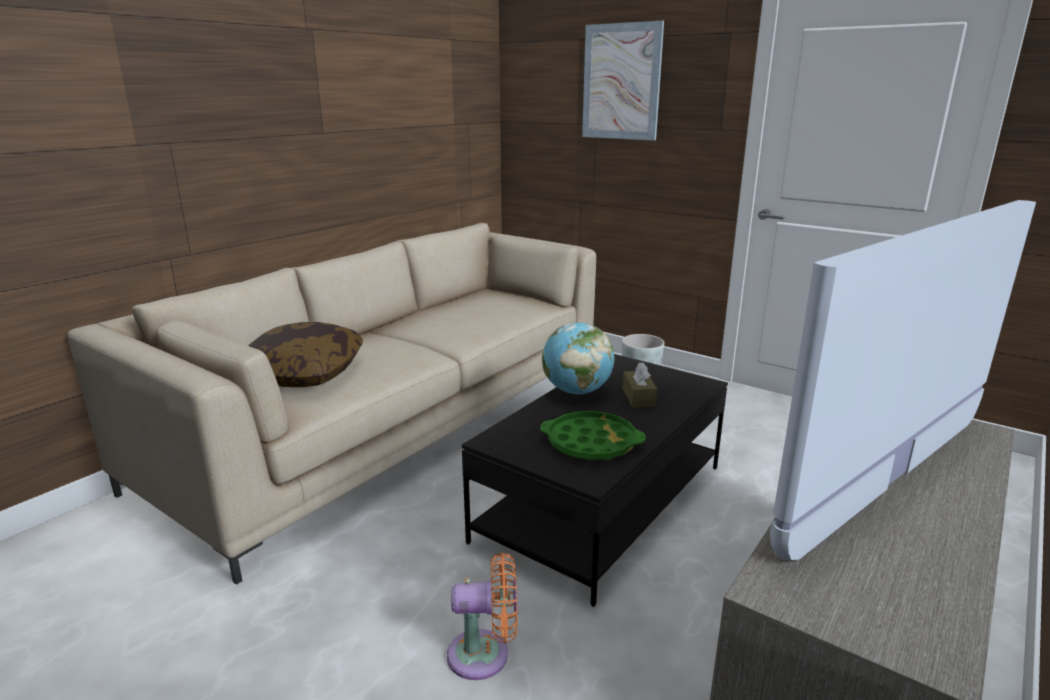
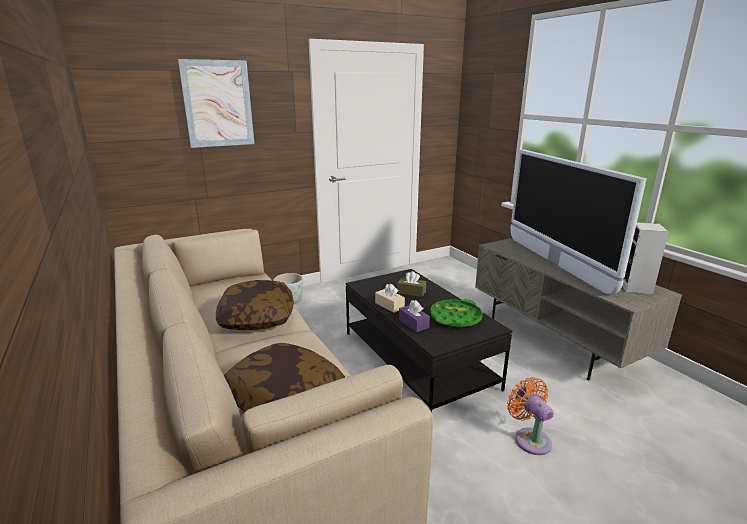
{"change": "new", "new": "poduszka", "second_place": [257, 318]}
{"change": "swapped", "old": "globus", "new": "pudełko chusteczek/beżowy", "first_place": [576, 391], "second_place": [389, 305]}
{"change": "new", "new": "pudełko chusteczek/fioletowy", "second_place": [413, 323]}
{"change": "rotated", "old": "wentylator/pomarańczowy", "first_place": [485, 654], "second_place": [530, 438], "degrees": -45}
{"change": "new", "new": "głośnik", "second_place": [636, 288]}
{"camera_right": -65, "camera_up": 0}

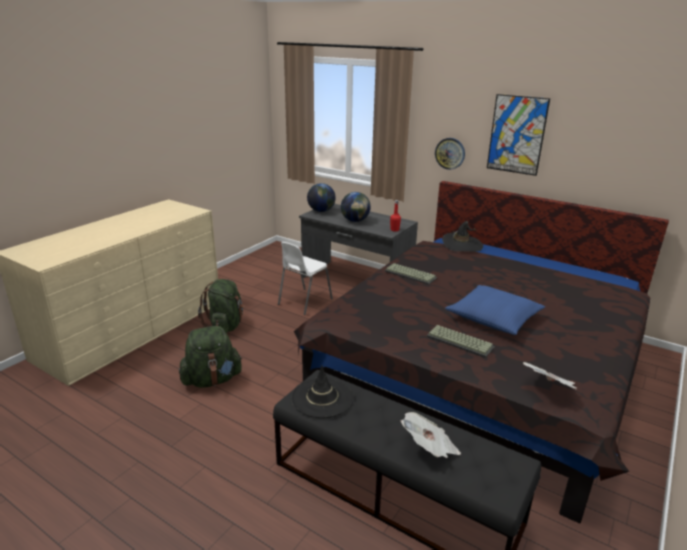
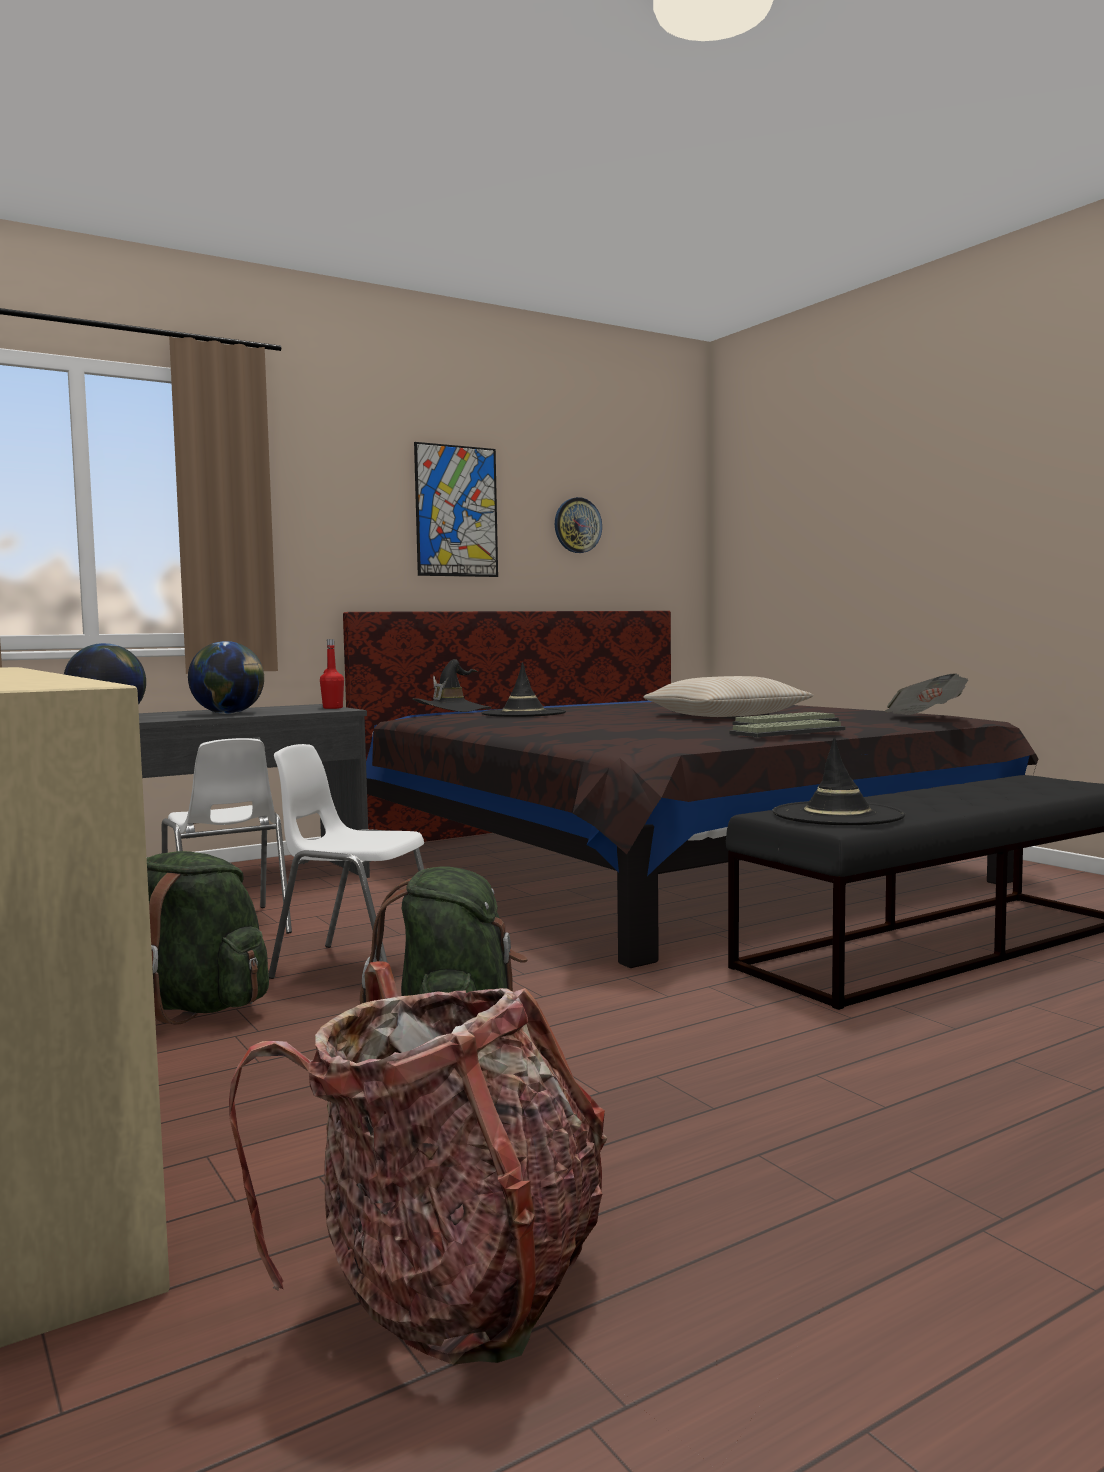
{"change": "new", "new": "plecak", "second_place": [452, 1289]}
{"change": "new", "new": "krzesło/biały", "second_place": [357, 967]}
{"change": "new", "new": "kapelusz/czarny", "second_place": [523, 714]}
{"change": "shifted", "old": "zegar ścienny", "first_place": [450, 153], "second_place": [577, 525]}
{"change": "repainted", "old": "poduszka/niebieski", "new": "poduszka/beżowy", "first_place": [493, 318], "second_place": [725, 715]}
{"change": "shifted", "old": "klawiatura", "first_place": [411, 274], "second_place": [787, 731]}
{"change": "gone", "old": "gazeta", "first_place": [429, 448]}
{"camera_right": -65, "camera_up": -20}

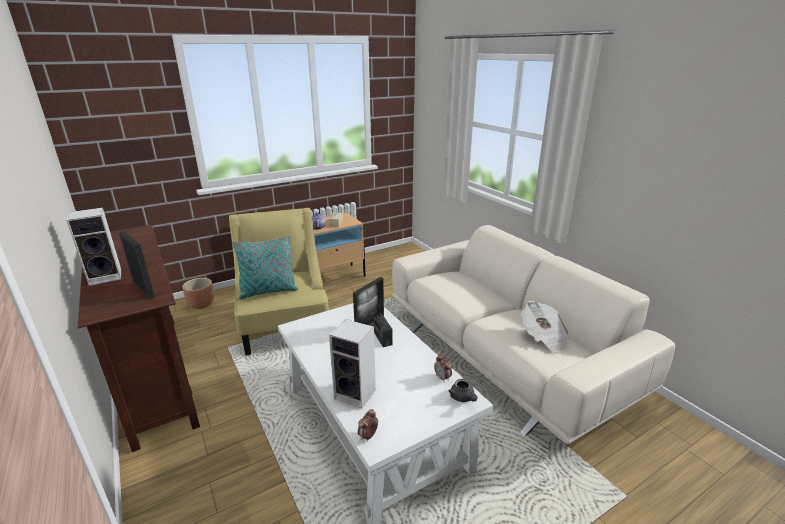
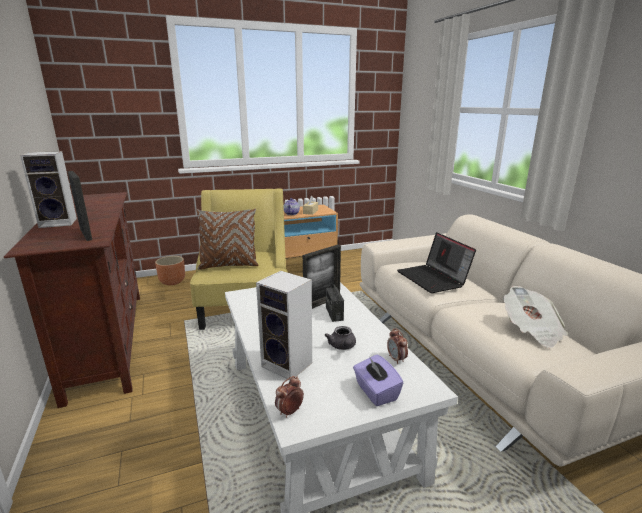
{"change": "repainted", "old": "poduszka/turkusowy", "new": "poduszka/brązowy", "first_place": [268, 291], "second_place": [229, 265]}
{"change": "shifted", "old": "imbryk/szary", "first_place": [463, 398], "second_place": [342, 347]}
{"change": "new", "new": "pudełko chusteczek/fioletowy", "second_place": [375, 392]}
{"change": "new", "new": "laptop", "second_place": [433, 279]}
{"camera_right": 10, "camera_up": -5}

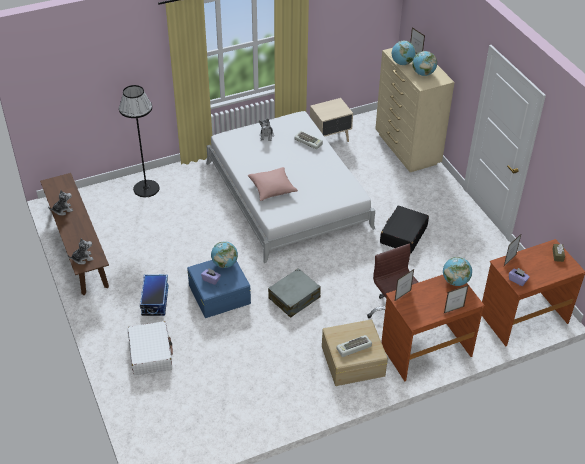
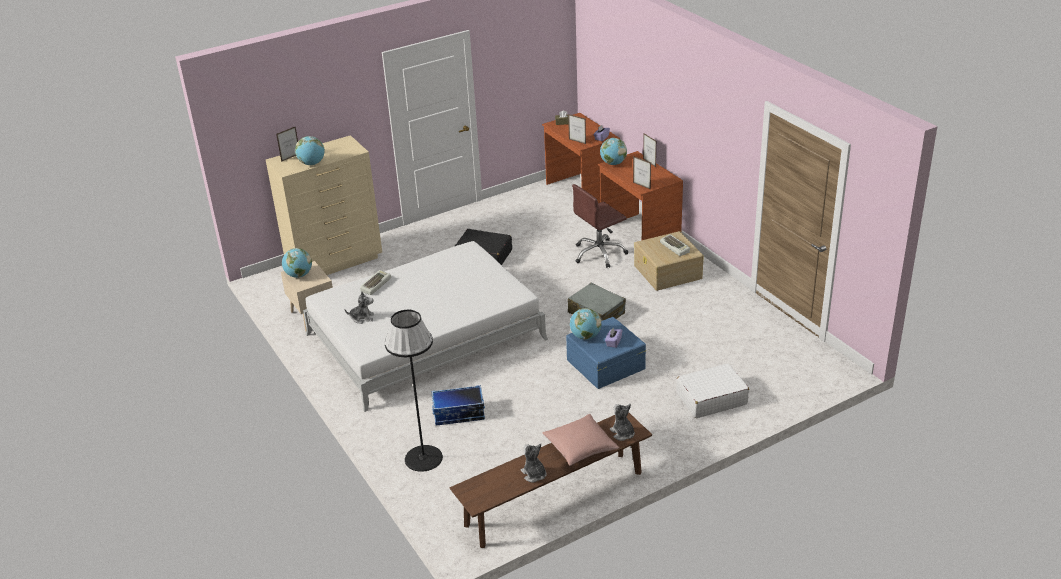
{"change": "shifted", "old": "globus", "first_place": [423, 73], "second_place": [299, 275]}
{"change": "shifted", "old": "pojemnik do przechowywania", "first_place": [154, 301], "second_place": [458, 414]}
{"change": "shifted", "old": "poduszka/różowy", "first_place": [272, 188], "second_place": [580, 447]}
{"camera_right": -95, "camera_up": -10}

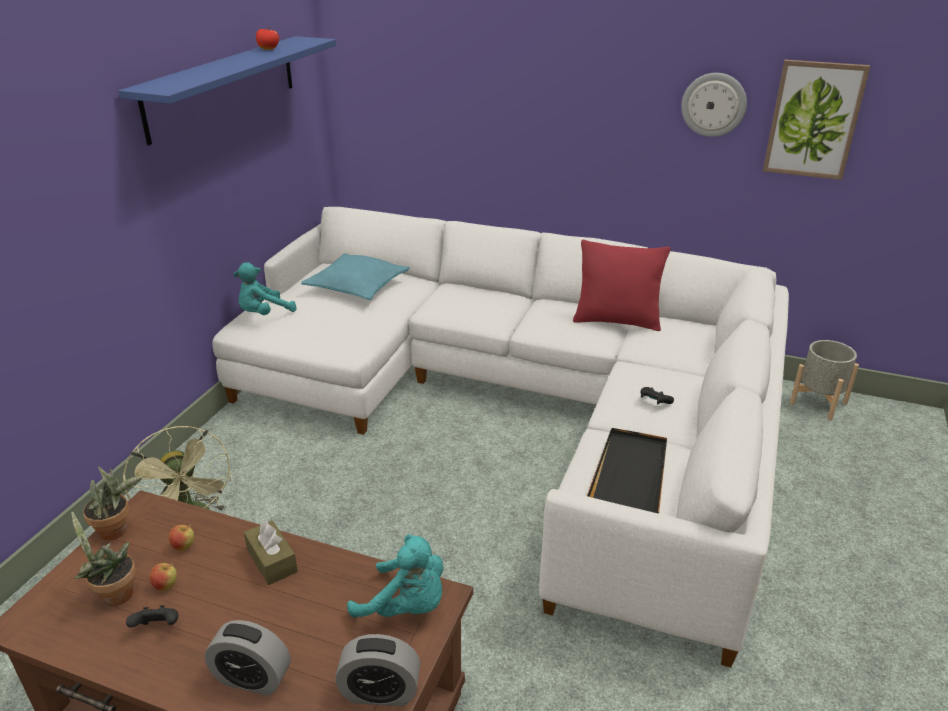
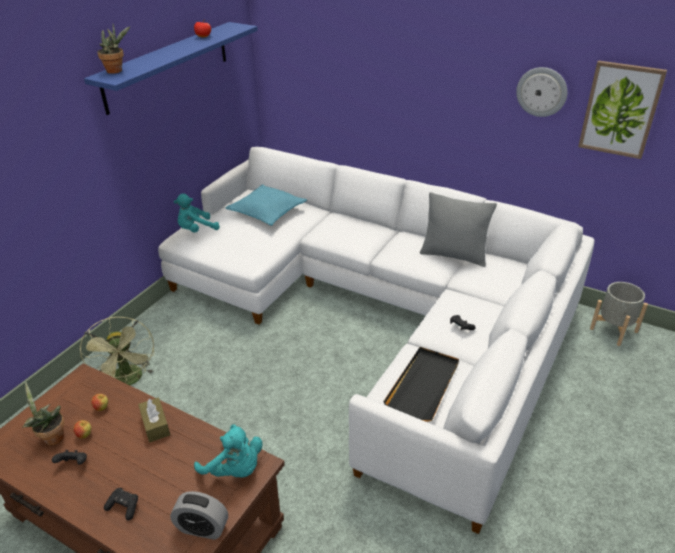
{"change": "shifted", "old": "roślina doniczkowa", "first_place": [117, 530], "second_place": [117, 71]}
{"change": "swapped", "old": "budzik", "new": "pad do gier/czarny", "first_place": [252, 678], "second_place": [124, 507]}
{"change": "repainted", "old": "poduszka/czerwony", "new": "poduszka/szary", "first_place": [616, 321], "second_place": [454, 255]}
{"camera_right": 10, "camera_up": 5}

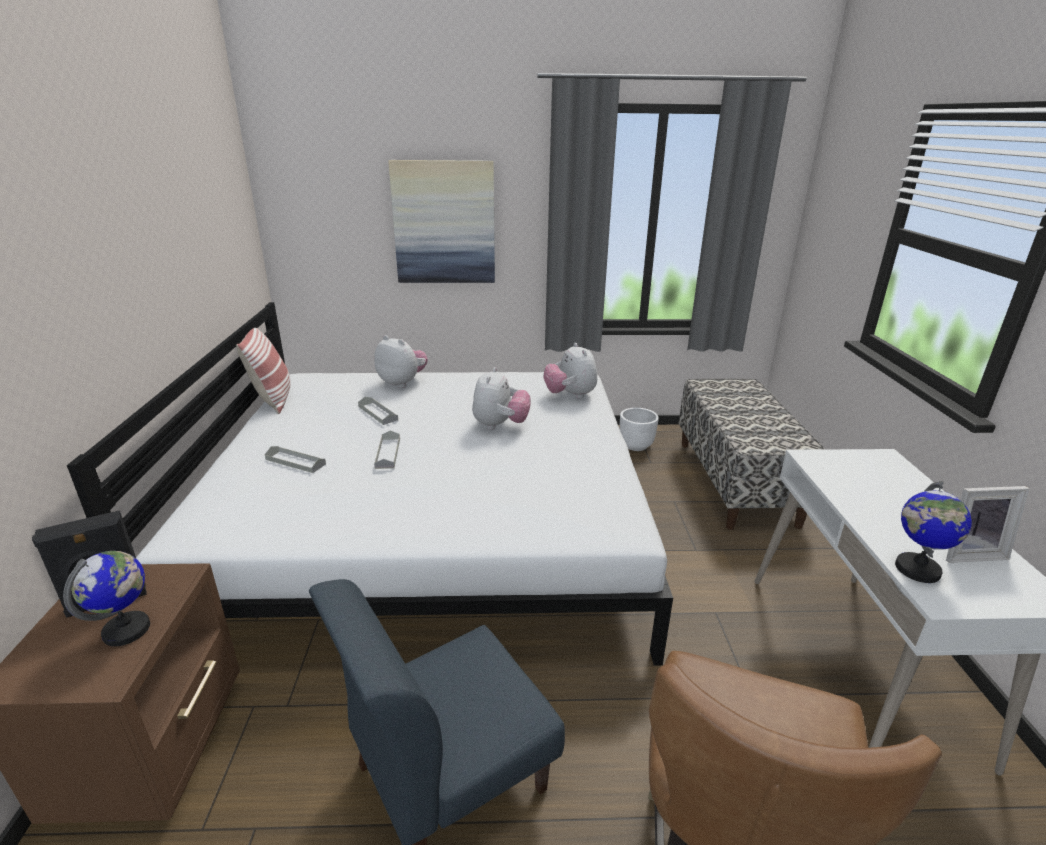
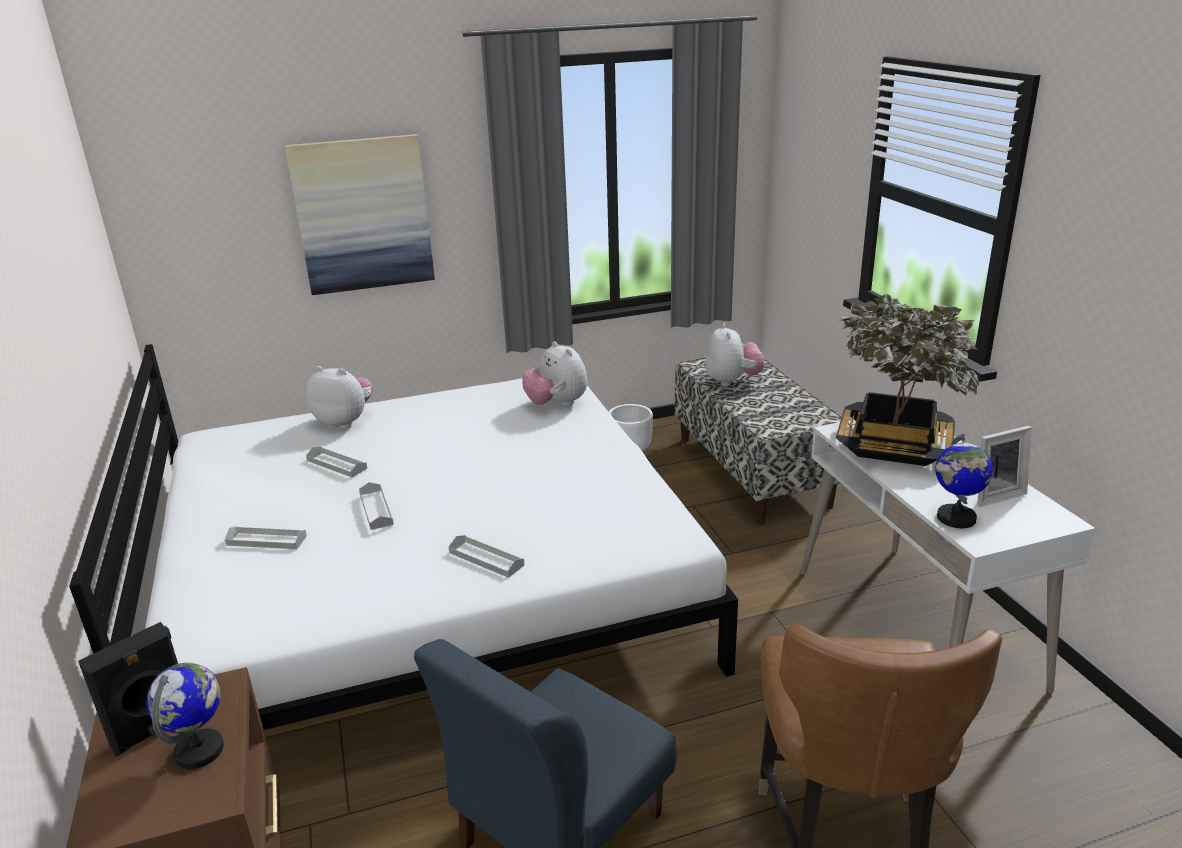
{"change": "new", "new": "taca/szary", "second_place": [486, 559]}
{"change": "shifted", "old": "pluszak", "first_place": [500, 425], "second_place": [732, 381]}
{"change": "new", "new": "roślina doniczkowa", "second_place": [893, 446]}
{"change": "gone", "old": "poduszka", "first_place": [273, 399]}
{"camera_right": -15, "camera_up": 0}

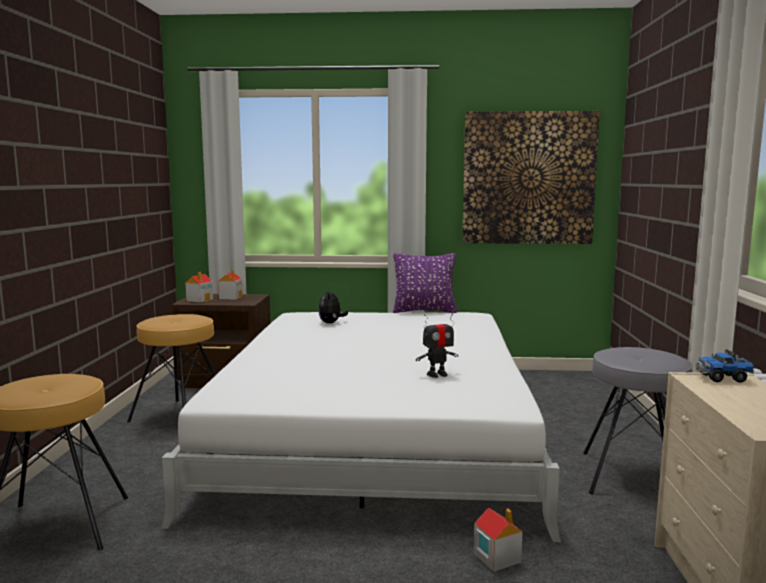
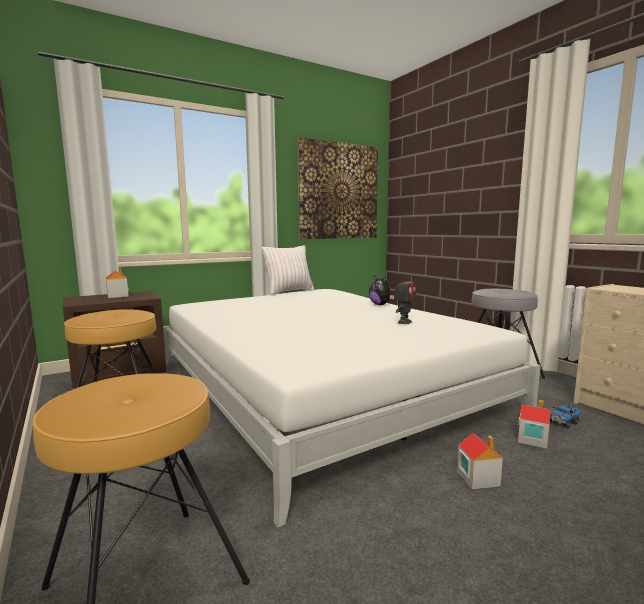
{"change": "repainted", "old": "poduszka/fioletowy", "new": "poduszka/biały", "first_place": [424, 311], "second_place": [289, 291]}
{"change": "shifted", "old": "pluszak", "first_place": [331, 323], "second_place": [380, 305]}
{"change": "shifted", "old": "domek", "first_place": [200, 300], "second_place": [477, 478]}
{"change": "shifted", "old": "ciężarówka zabawkowa", "first_place": [723, 378], "second_place": [563, 422]}
{"camera_right": -35, "camera_up": 0}

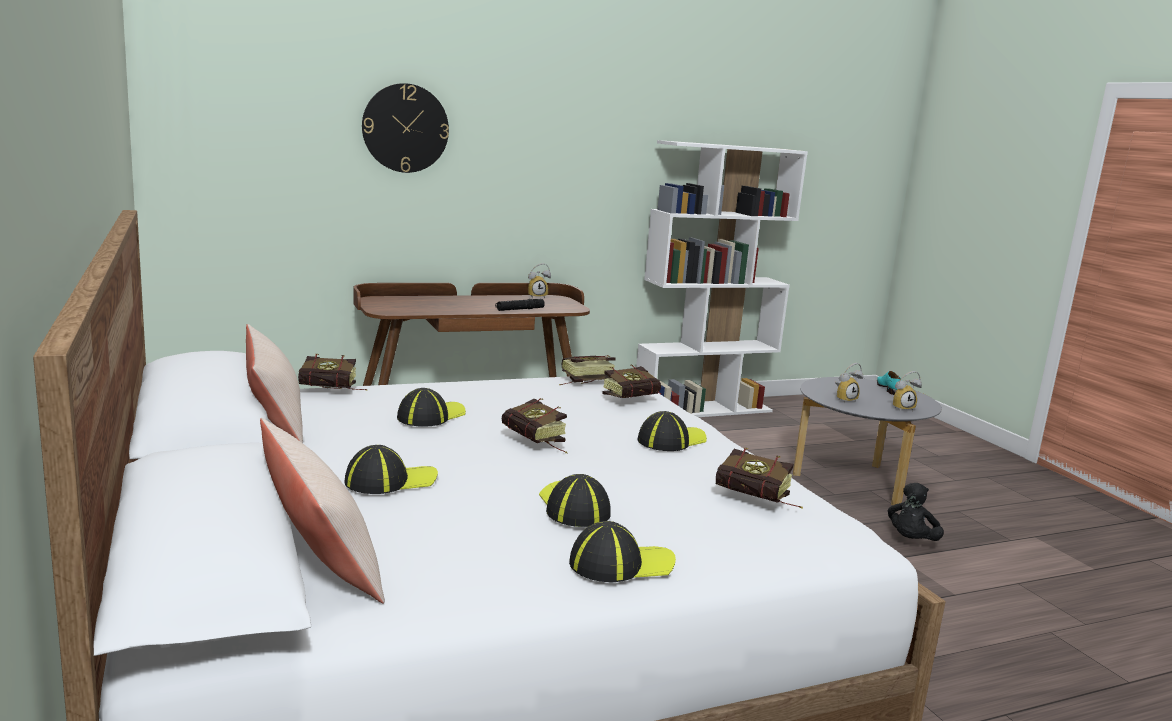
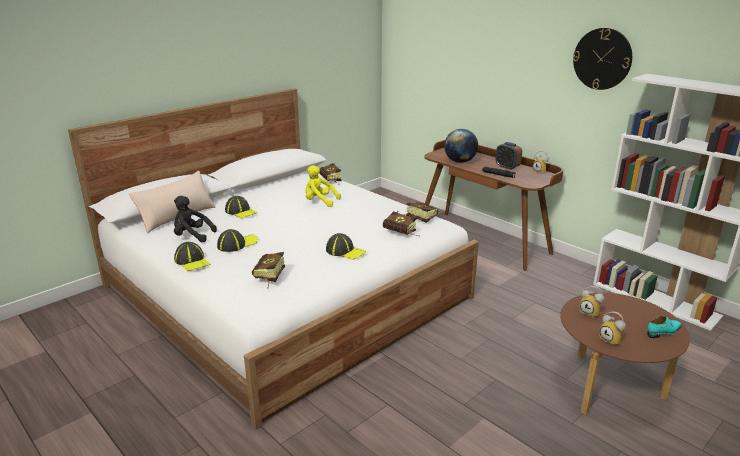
{"change": "shifted", "old": "pluszak/czarny", "first_place": [910, 541], "second_place": [192, 236]}
{"change": "swapped", "old": "czapka z daszkiem", "new": "pluszak/żółty", "first_place": [431, 416], "second_place": [319, 202]}
{"change": "new", "new": "globus", "second_place": [460, 161]}
{"change": "new", "new": "budzik", "second_place": [507, 167]}
{"change": "repainted", "old": "ława/szary", "new": "ława/brązowy", "first_place": [855, 481], "second_place": [609, 388]}
{"change": "shifted", "old": "zegar ścienny", "first_place": [405, 128], "second_place": [602, 59]}
{"change": "gone", "old": "poduszka/beżowy", "first_place": [273, 416]}
{"change": "gone", "old": "książka", "first_place": [537, 443]}
{"camera_right": 70, "camera_up": 10}

